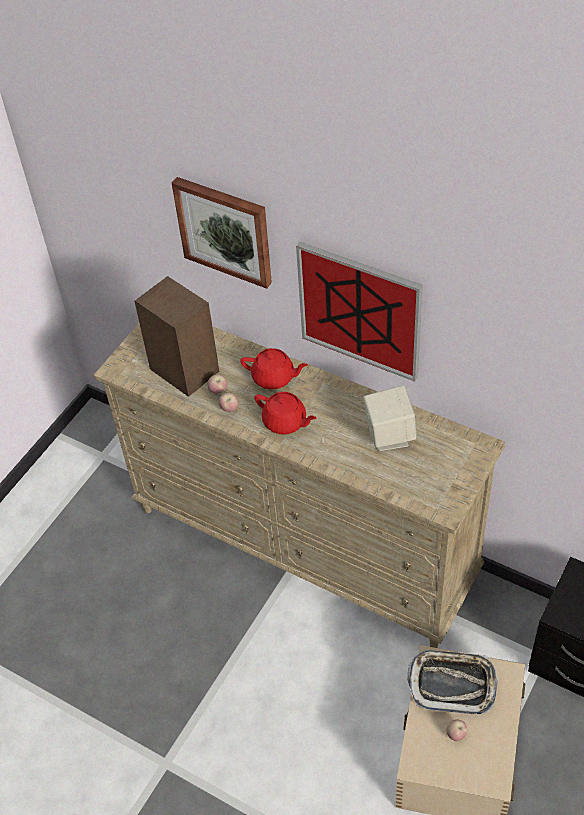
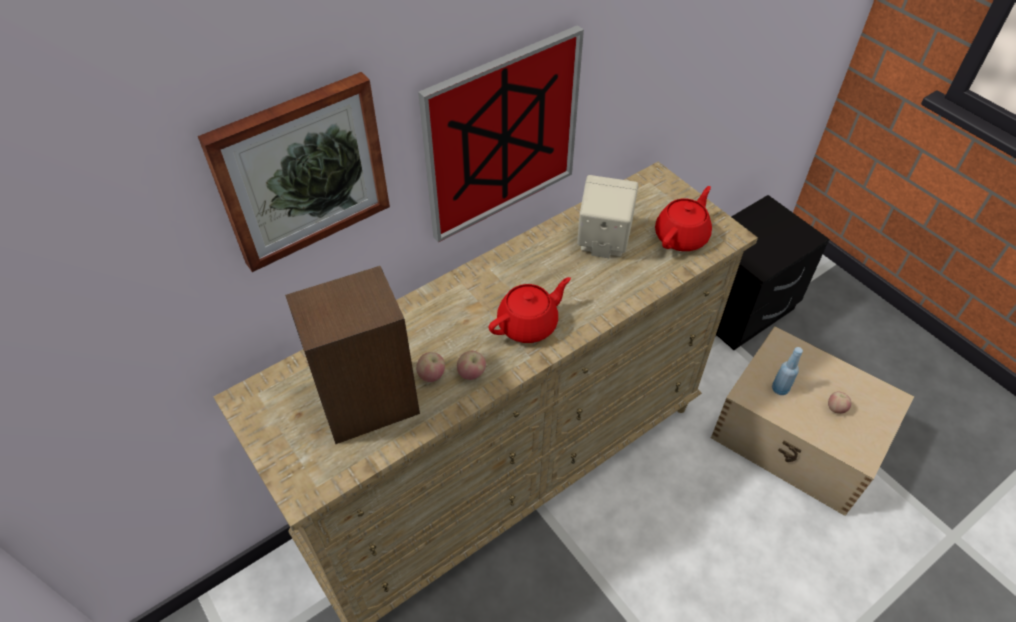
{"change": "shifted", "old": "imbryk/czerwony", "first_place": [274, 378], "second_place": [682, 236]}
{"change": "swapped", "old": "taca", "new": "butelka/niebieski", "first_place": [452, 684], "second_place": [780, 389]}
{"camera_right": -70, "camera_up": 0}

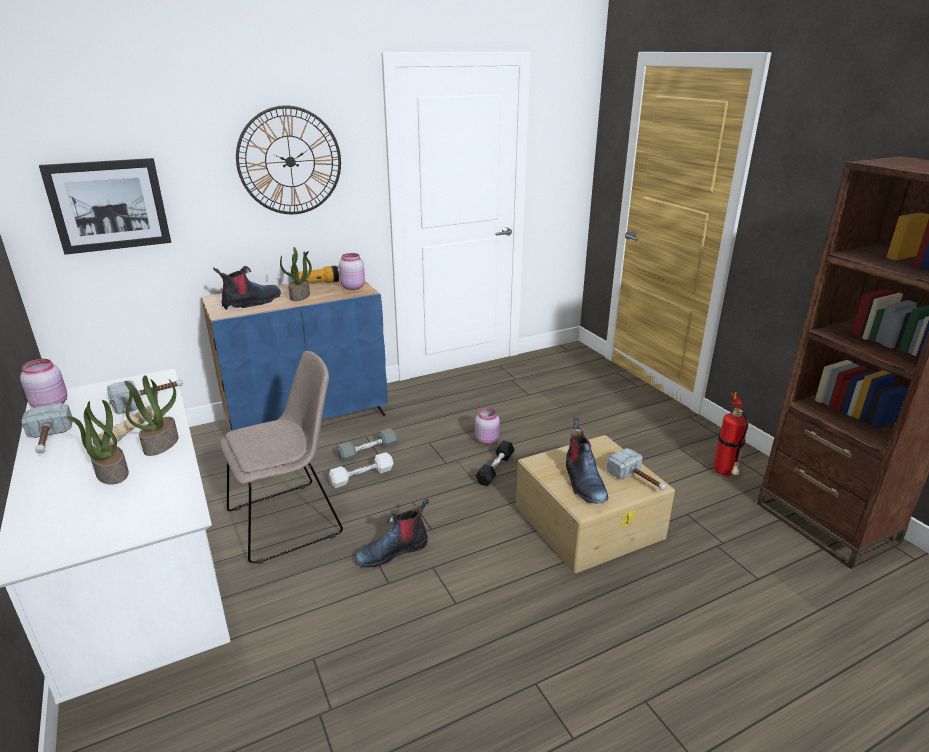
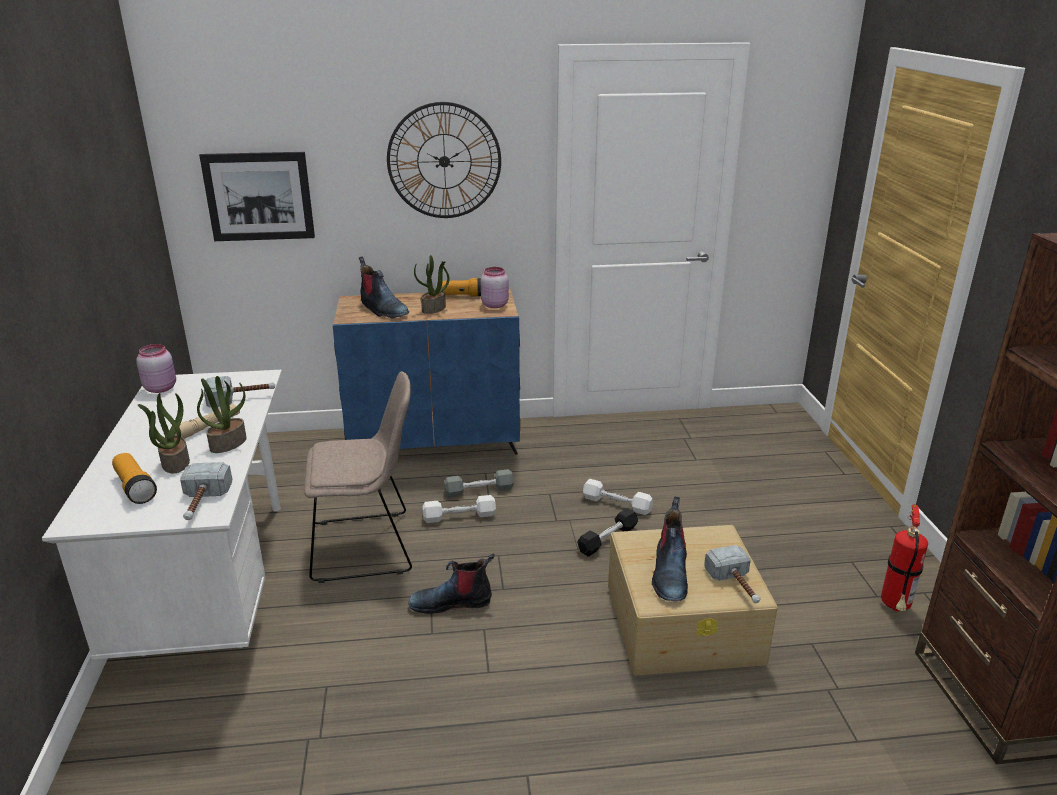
{"change": "new", "new": "latarka", "second_place": [135, 487]}
{"change": "shifted", "old": "młotek", "first_place": [48, 441], "second_place": [202, 504]}
{"change": "rotated", "old": "but z cholewką", "first_place": [252, 303], "second_place": [382, 310], "degrees": 75}
{"change": "swapped", "old": "słoik/różowy", "new": "hantel/biały", "first_place": [487, 440], "second_place": [616, 504]}
{"camera_right": 20, "camera_up": 0}

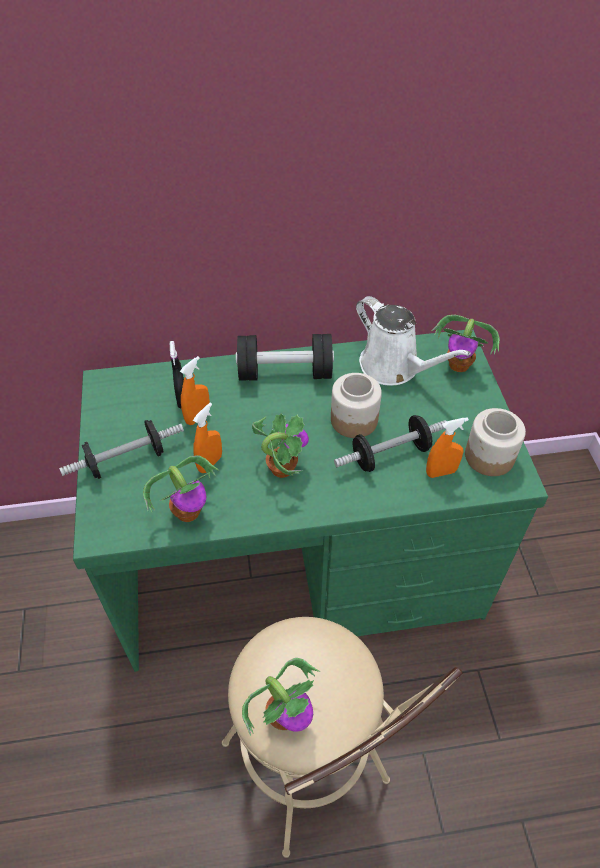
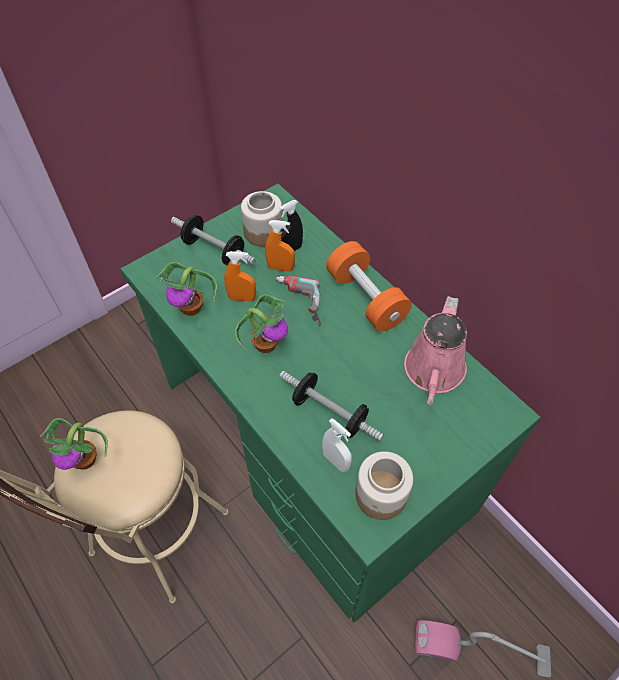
{"change": "shifted", "old": "słoik", "first_place": [353, 420], "second_place": [263, 232]}
{"change": "new", "new": "wiertarka", "second_place": [297, 303]}
{"change": "repainted", "old": "spryskiwacz/pomarańczowy", "new": "spryskiwacz/biały", "first_place": [441, 472], "second_place": [336, 461]}
{"change": "repainted", "old": "hantel/czarny", "new": "hantel/pomarańczowy", "first_place": [285, 373], "second_place": [366, 298]}
{"change": "repainted", "old": "konewka/biały", "new": "konewka/różowy", "first_place": [394, 367], "second_place": [433, 372]}
{"change": "new", "new": "odkurzacz", "second_place": [481, 650]}
{"change": "gone", "old": "roślina doniczkowa", "first_place": [459, 365]}
{"camera_right": 60, "camera_up": 5}

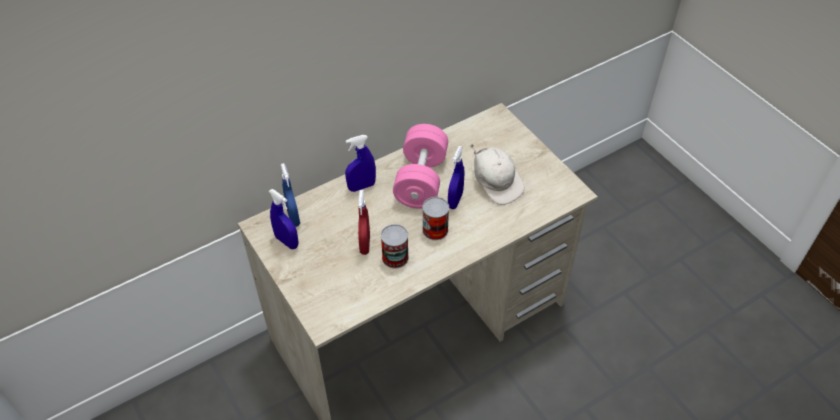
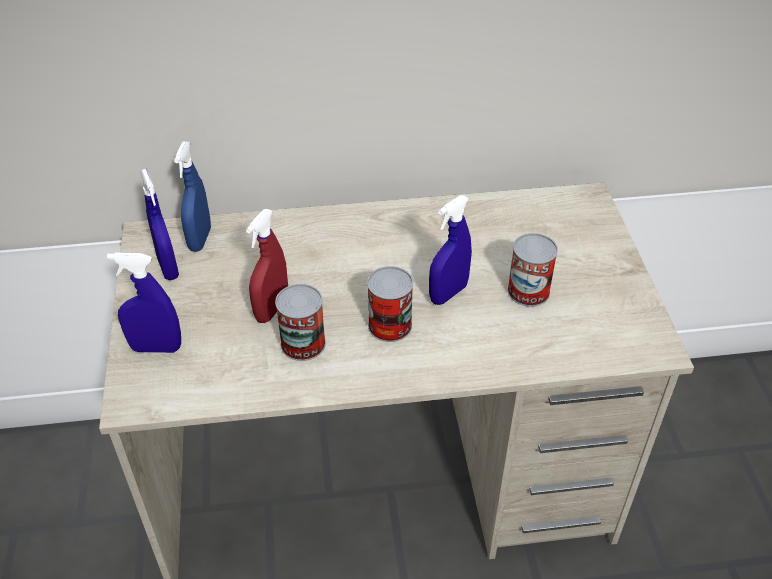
{"change": "shifted", "old": "spryskiwacz/niebieski", "first_place": [361, 186], "second_place": [156, 348]}
{"change": "swapped", "old": "czapka z daszkiem/biały", "new": "puszka", "first_place": [496, 183], "second_place": [528, 291]}
{"change": "gone", "old": "hantel/różowy", "first_place": [421, 180]}
{"camera_right": 25, "camera_up": -5}

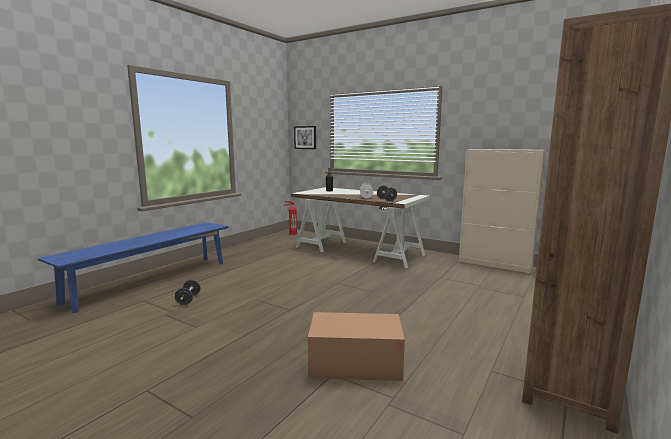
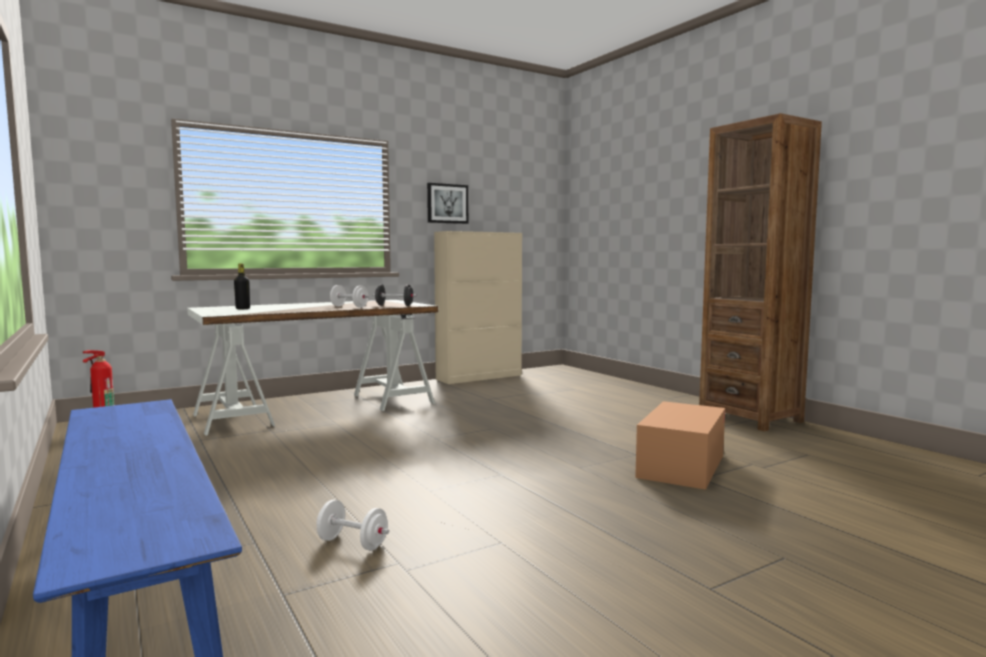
{"change": "repainted", "old": "hantel/czarny", "new": "hantel/biały", "first_place": [188, 300], "second_place": [352, 543]}
{"change": "shifted", "old": "obraz", "first_place": [305, 137], "second_place": [447, 203]}
{"camera_right": -65, "camera_up": -5}

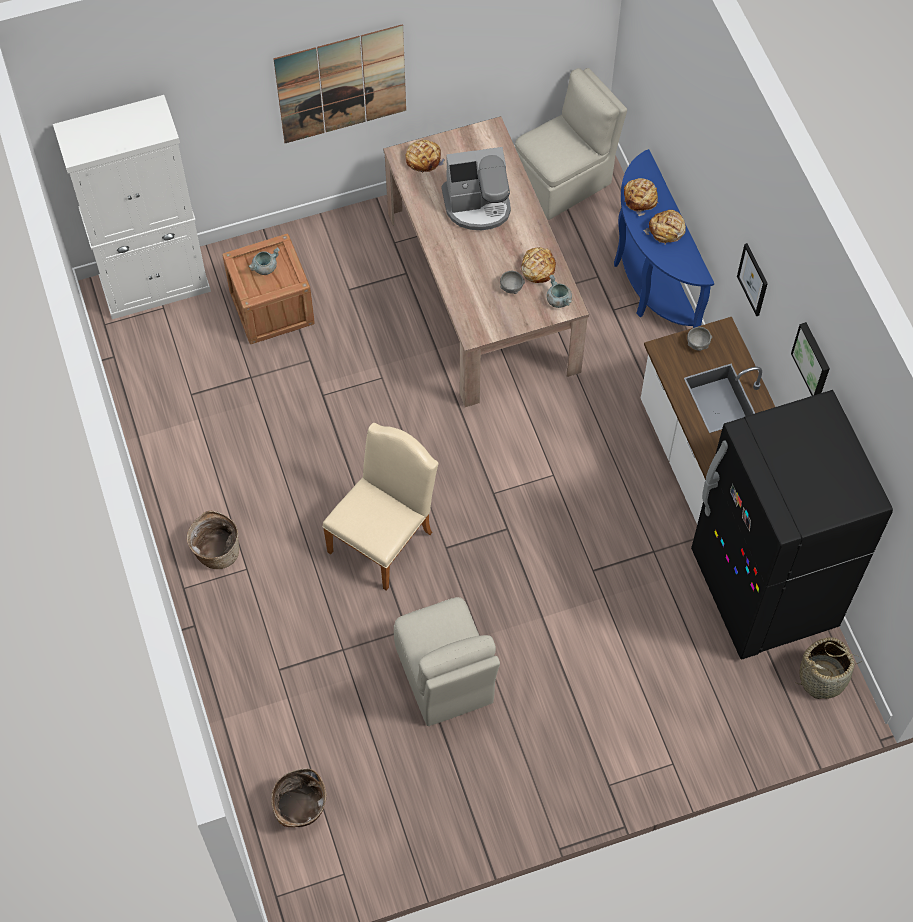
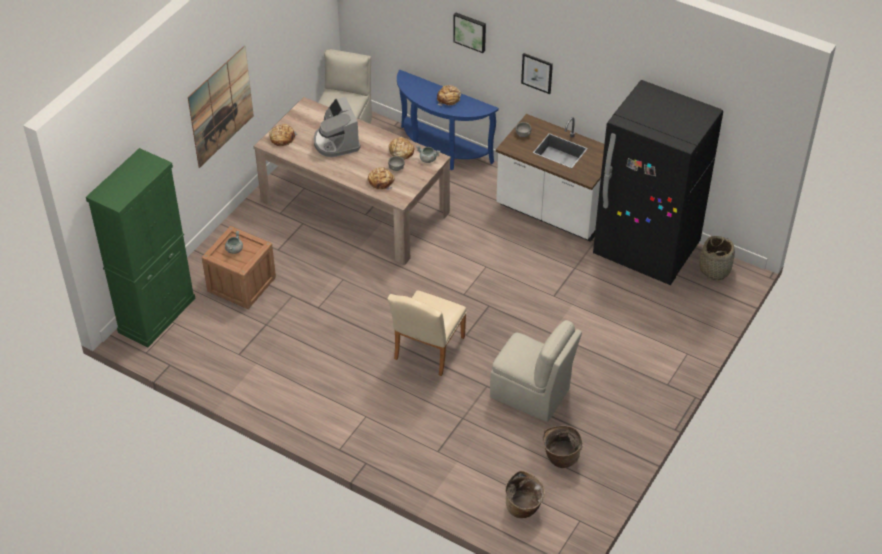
{"change": "repainted", "old": "szafka/biały", "new": "szafka/zielony", "first_place": [155, 285], "second_place": [157, 315]}
{"change": "rotated", "old": "ekspres do kawy", "first_place": [477, 205], "second_place": [336, 142], "degrees": 120}
{"change": "shifted", "old": "chleb", "first_place": [641, 199], "second_place": [381, 181]}
{"change": "rotated", "old": "krzesło/beżowy", "first_place": [384, 537], "second_place": [427, 351], "degrees": -150}
{"change": "shifted", "old": "obraz", "first_place": [813, 360], "second_place": [470, 31]}
{"change": "shifted", "old": "koszyk", "first_place": [216, 551], "second_place": [560, 457]}
{"camera_right": -40, "camera_up": -15}

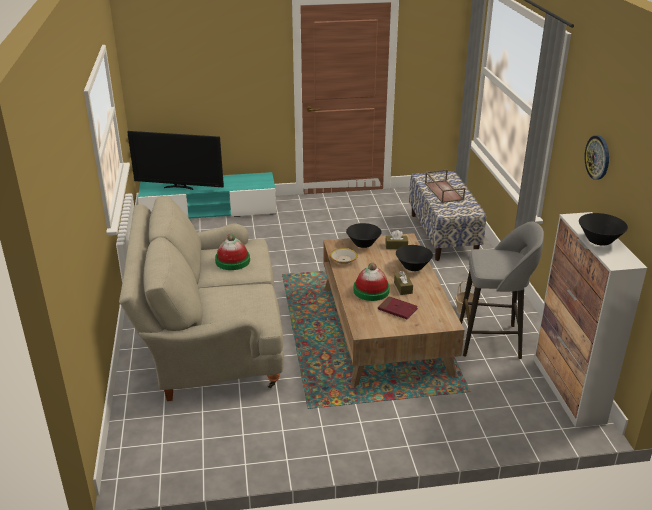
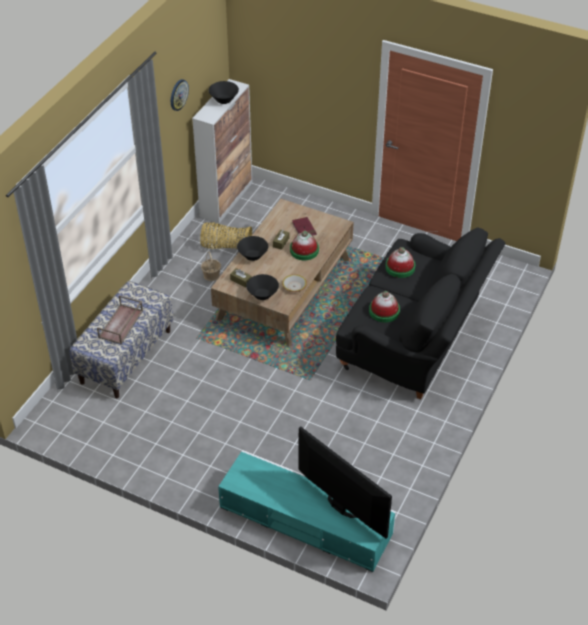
{"change": "swapped", "old": "stołek/szary", "new": "koszyk", "first_place": [491, 341], "second_place": [225, 246]}
{"change": "repainted", "old": "kanapa/beżowy", "new": "kanapa/czarny", "first_place": [209, 340], "second_place": [416, 339]}
{"change": "new", "new": "kapelusz", "second_place": [400, 267]}
{"camera_right": -145, "camera_up": 15}

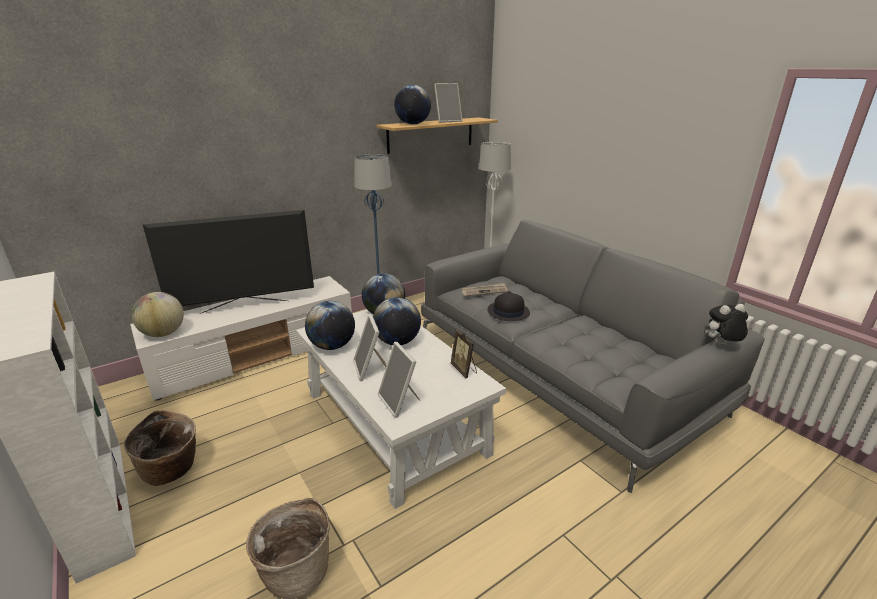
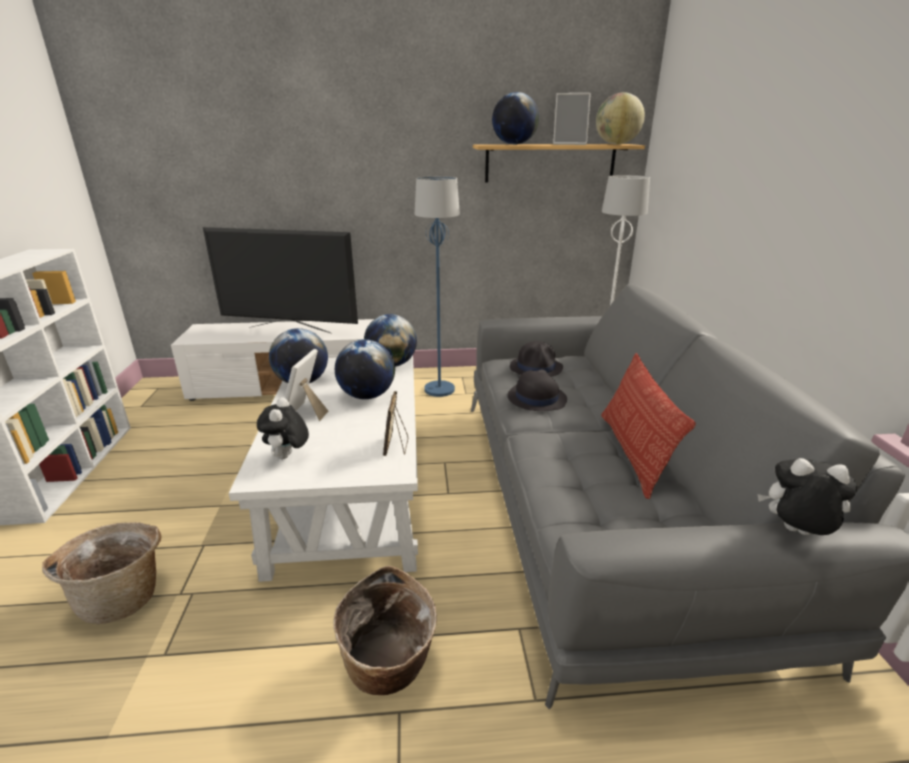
{"change": "swapped", "old": "ramka na zdjęcie", "new": "pluszak", "first_place": [400, 402], "second_place": [287, 457]}
{"change": "shifted", "old": "koszyk", "first_place": [172, 470], "second_place": [389, 667]}
{"change": "swapped", "old": "gazeta", "new": "kapelusz/czarny", "first_place": [484, 291], "second_place": [536, 367]}
{"change": "shifted", "old": "globus", "first_place": [163, 334], "second_place": [616, 144]}
{"change": "new", "new": "poduszka", "second_place": [633, 452]}
{"camera_right": 30, "camera_up": 0}

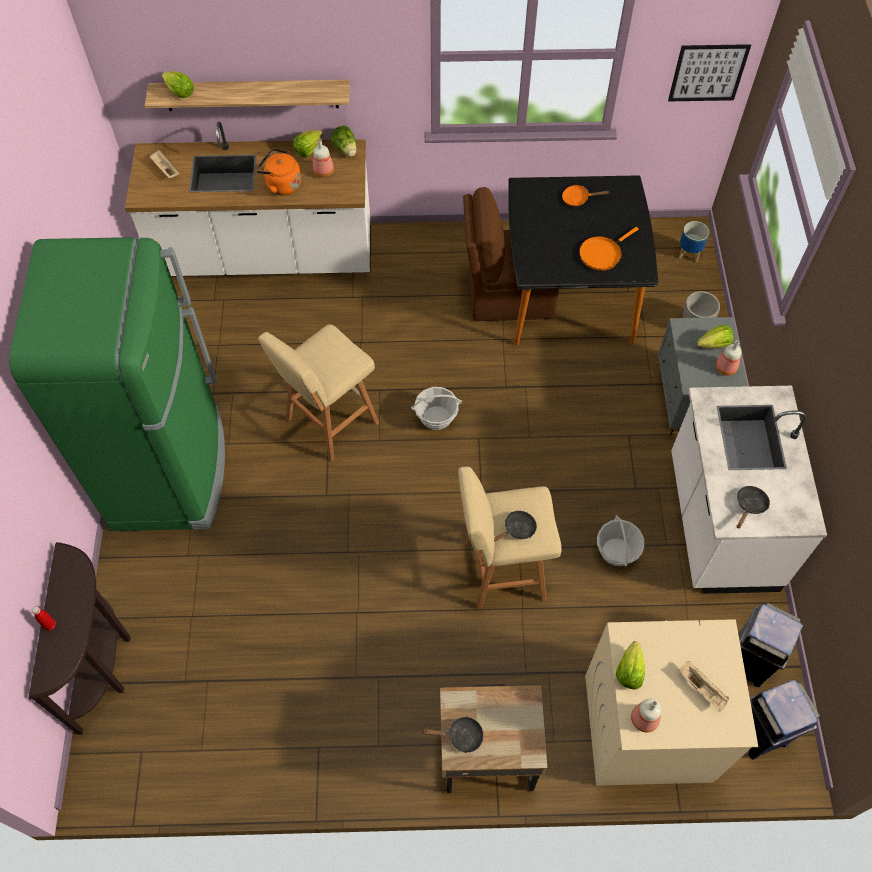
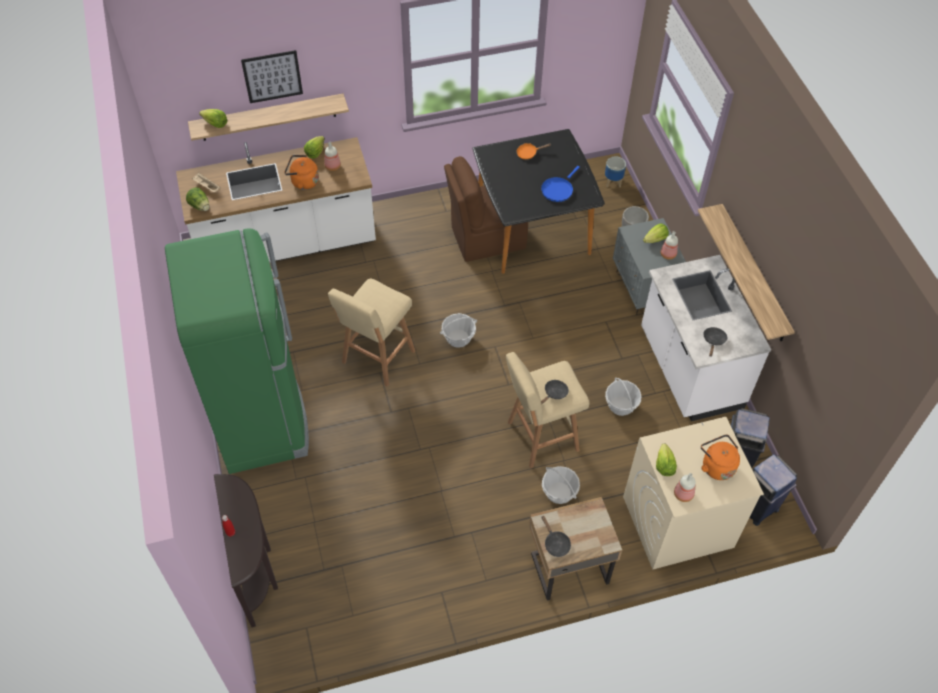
{"change": "shifted", "old": "sałata", "first_place": [346, 150], "second_place": [200, 206]}
{"change": "shifted", "old": "obraz", "first_place": [708, 73], "second_place": [272, 76]}
{"change": "repainted", "old": "patelnia/pomarańczowy", "new": "patelnia/niebieski", "first_place": [602, 254], "second_place": [558, 189]}
{"change": "new", "new": "koszyk", "second_place": [559, 493]}
{"change": "rotated", "old": "patelnia/czarny", "first_place": [461, 736], "second_place": [555, 543], "degrees": 75}
{"change": "new", "new": "półka", "second_place": [753, 274]}
{"change": "swapped", "old": "taca/beżowy", "new": "czajnik/pomarańczowy", "first_place": [702, 688], "second_place": [716, 466]}
{"camera_right": -15, "camera_up": -5}

